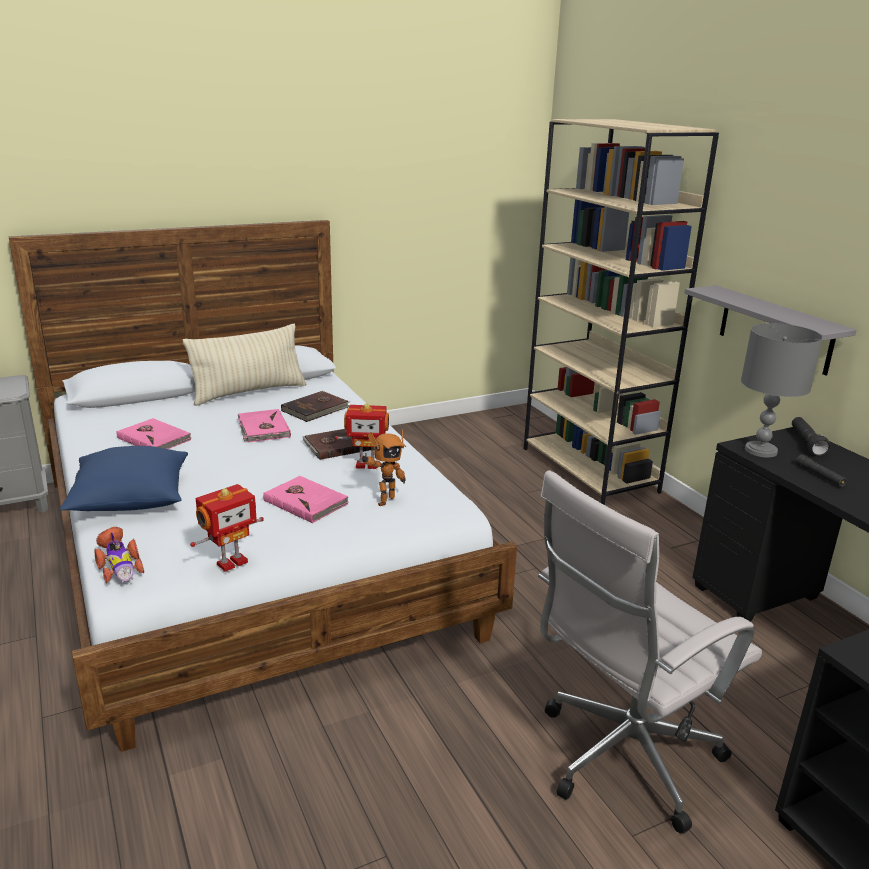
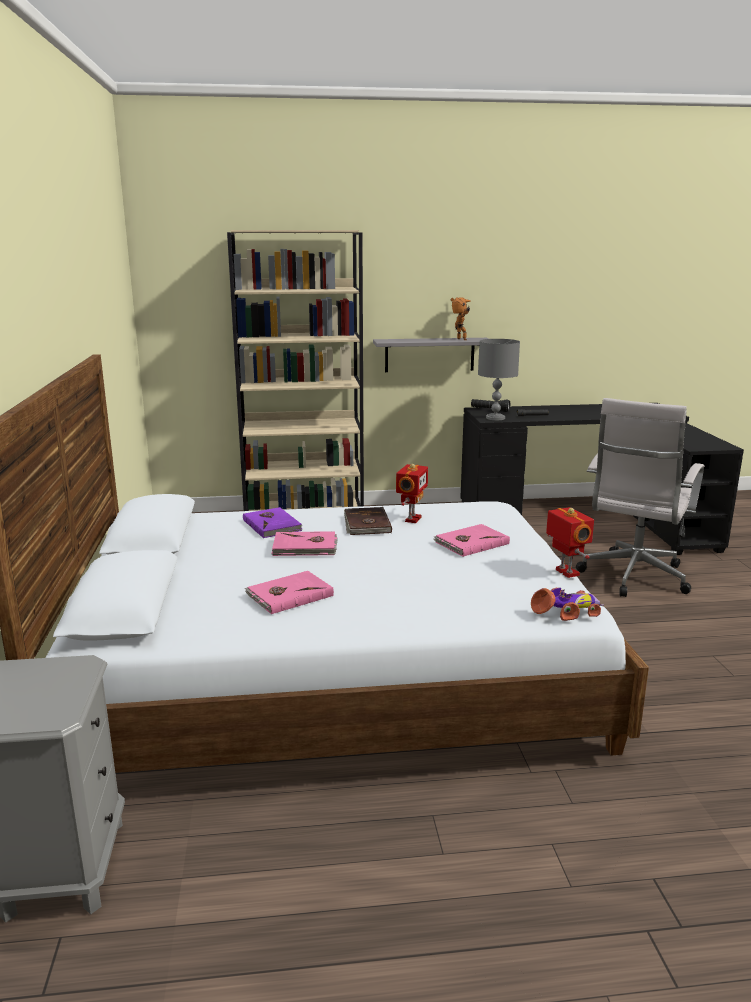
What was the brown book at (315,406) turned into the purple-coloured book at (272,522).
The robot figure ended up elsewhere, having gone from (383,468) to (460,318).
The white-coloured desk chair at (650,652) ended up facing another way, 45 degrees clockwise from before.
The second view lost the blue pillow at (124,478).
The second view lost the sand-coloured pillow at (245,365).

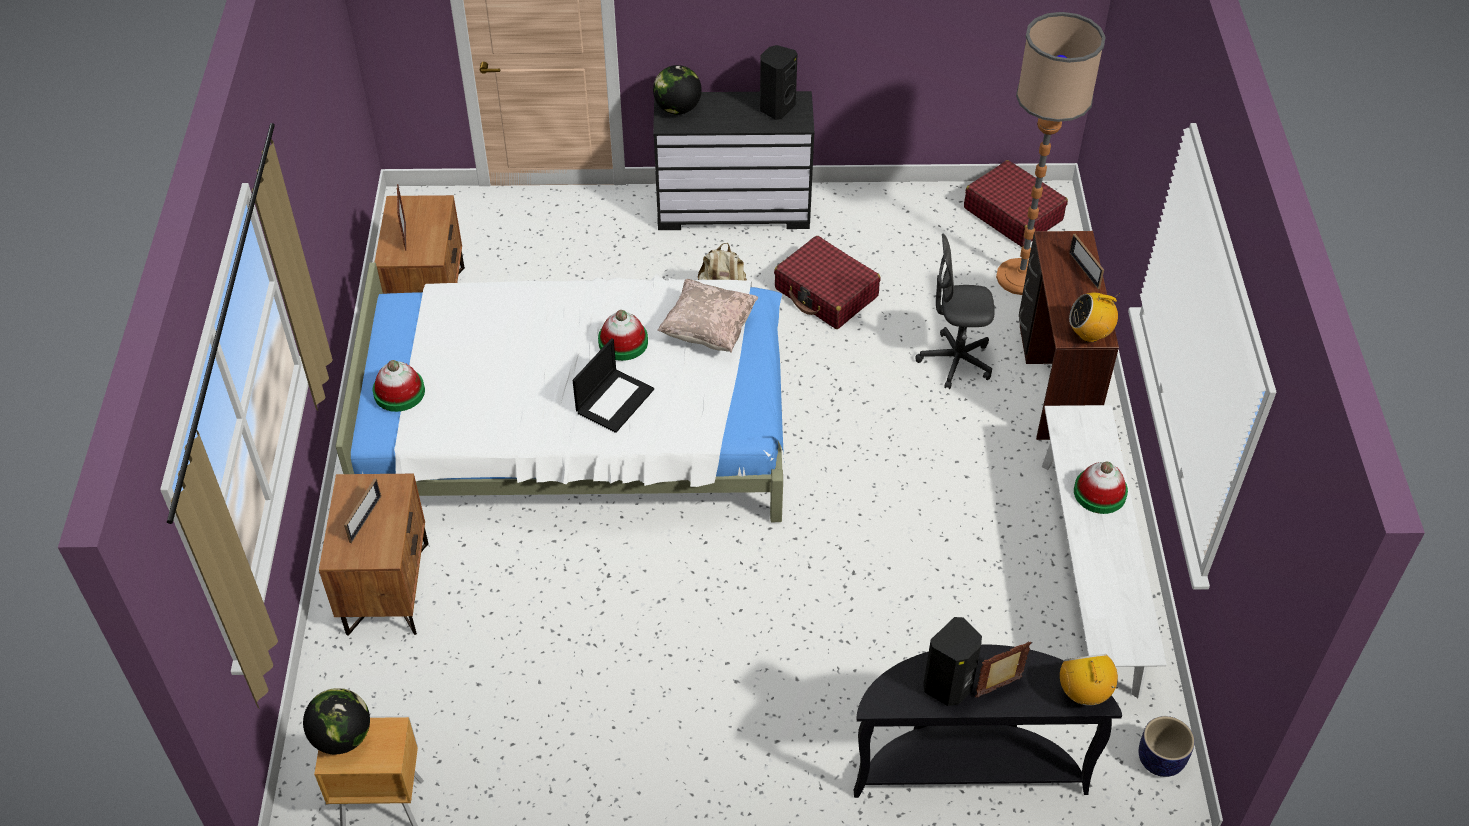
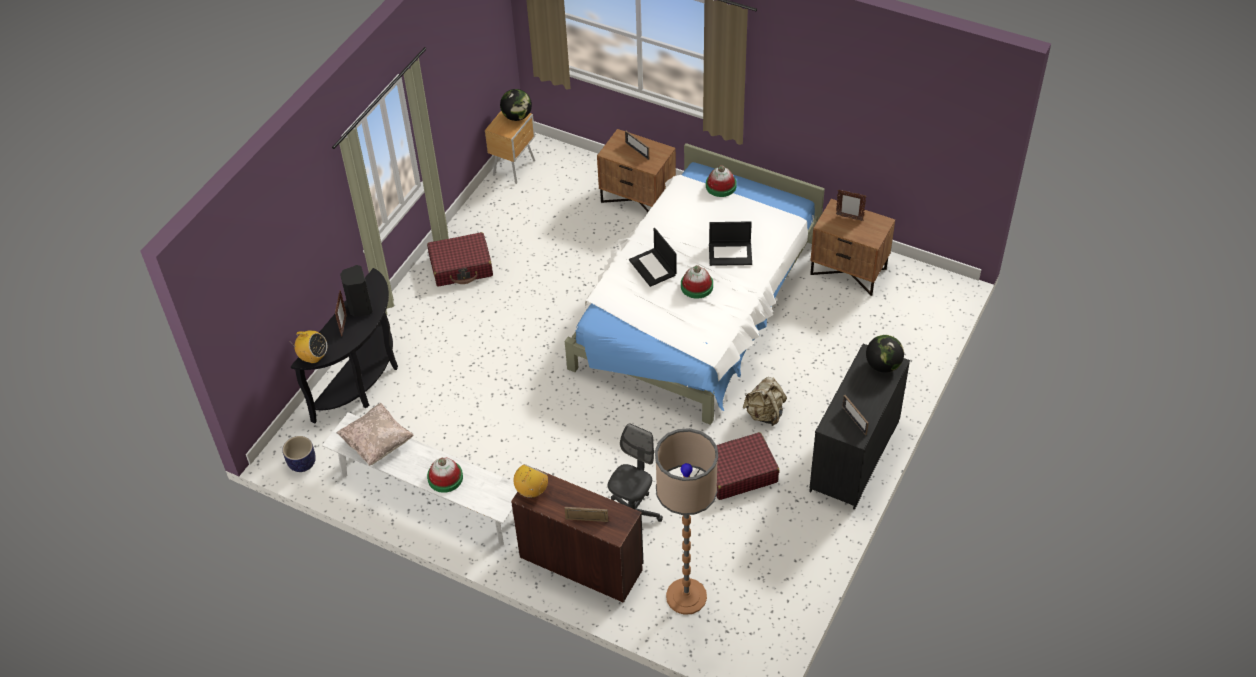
The sand-coloured pillow ended up elsewhere, having gone from (707,316) to (375,434).
The reddish piece of luggage ended up elsewhere, having gone from (1016,203) to (460,259).
The second view gained the portable computer at (730,243).
Where the black audio speaker stood at (778,82), the picture frame came to stand at (855,415).

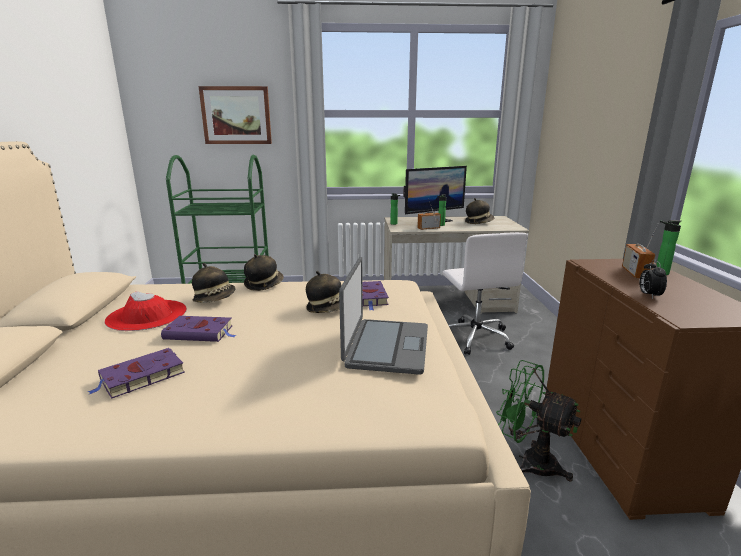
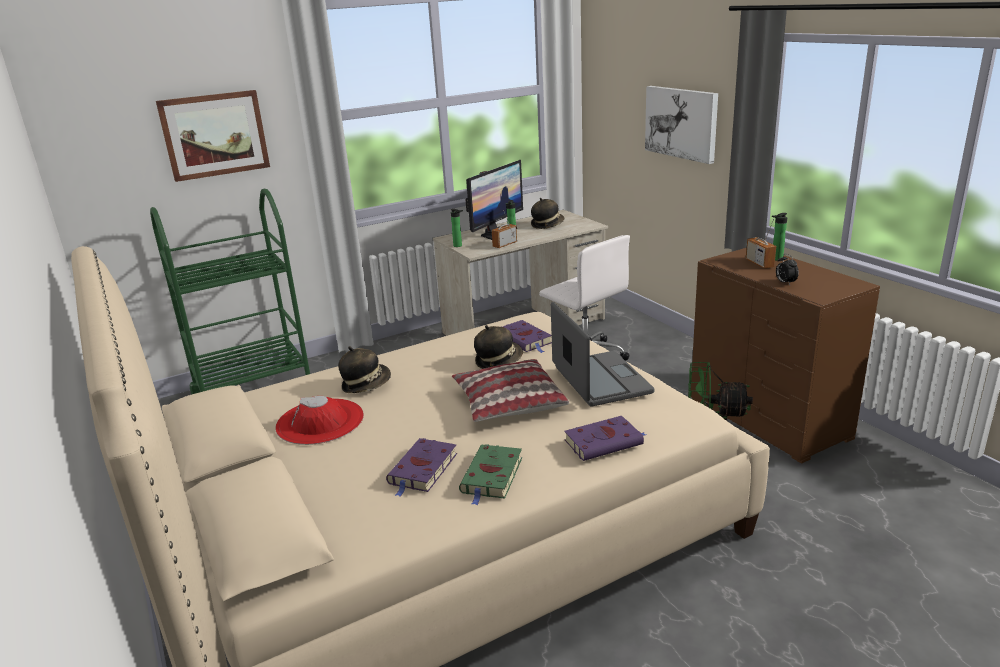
The second view gained the pillow at (510,390).
The second view gained the greenish book at (490,474).
The purple-coloured book ended up elsewhere, having gone from (198,329) to (605,438).
The second view gained the wall art at (681,125).
The second view lost the wearable hat at (264,272).

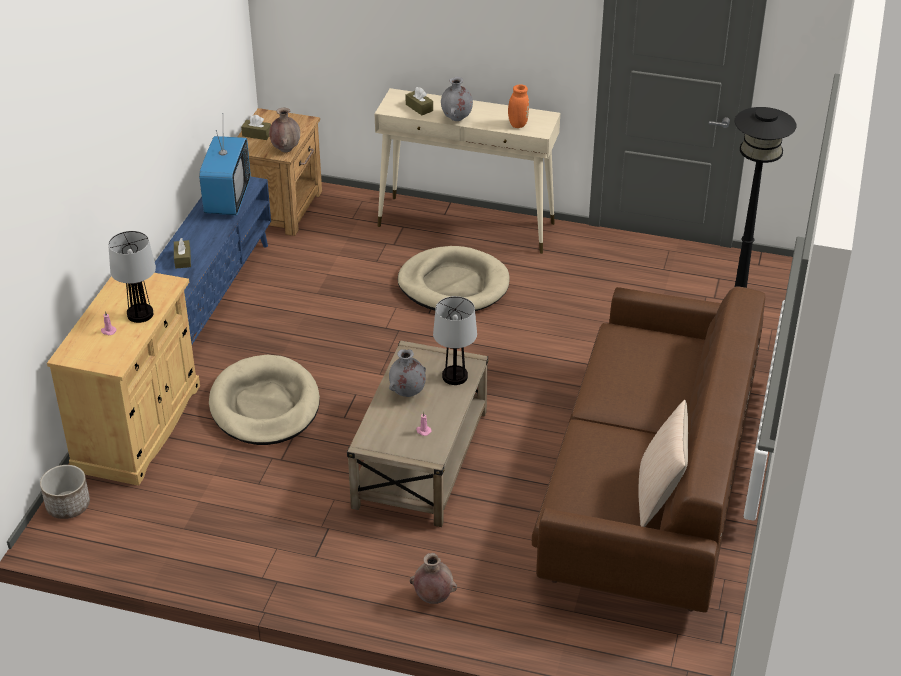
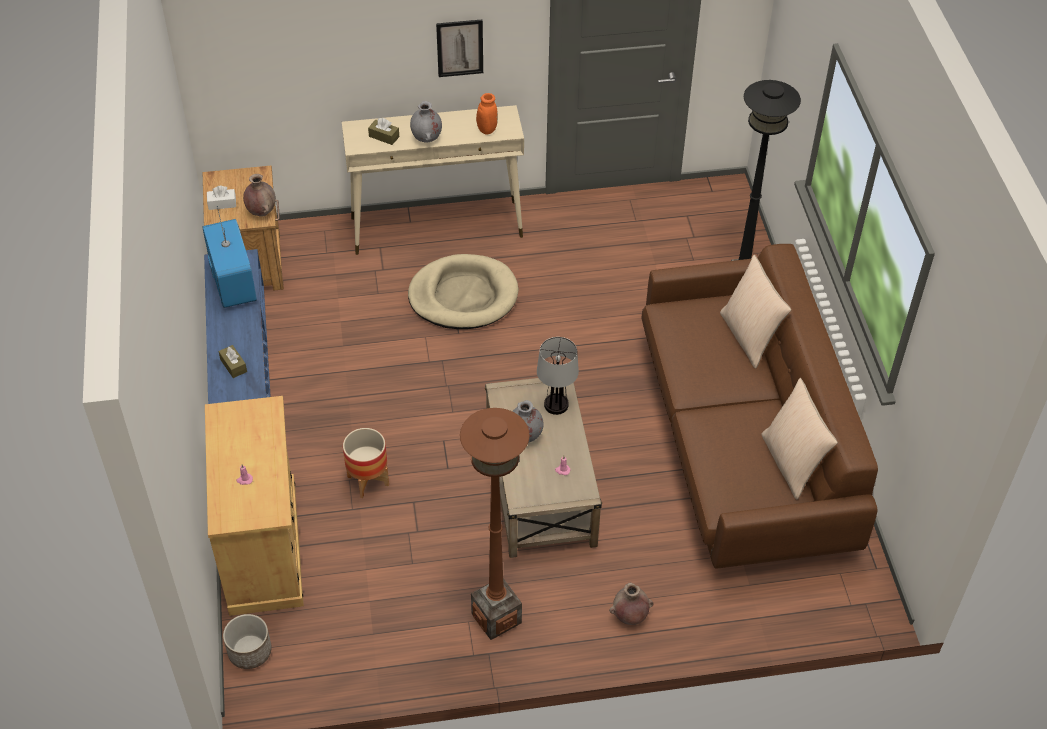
What was the brown tissue box at (256,127) turned into the white-coloured tissue box at (221,198).
Where the sand-coloured pet bed stood at (264,400), the flower pot came to stand at (366,463).
The second view gained the wall art at (459,48).
The second view gained the brown floor lamp at (495,524).
The second view gained the sand-coloured pillow at (755,312).
The second view lost the table lamp at (132,277).

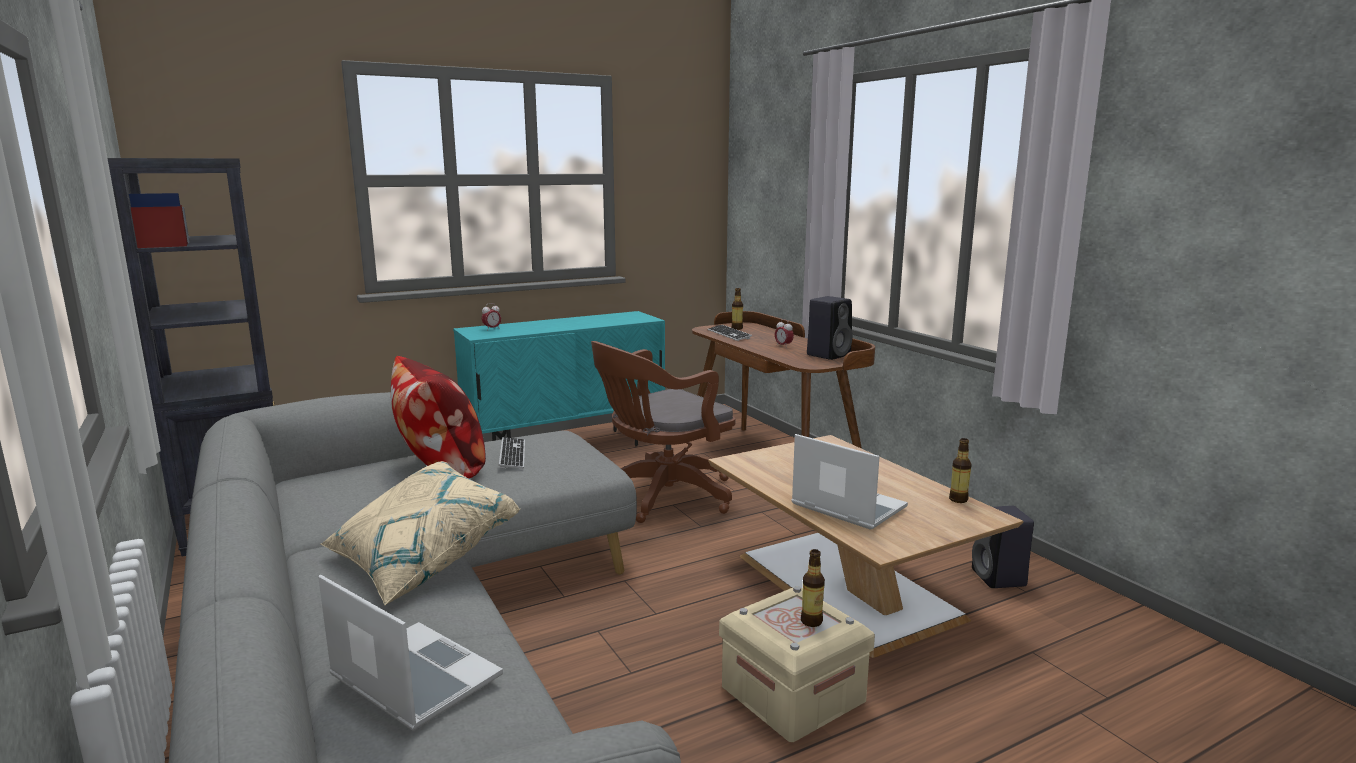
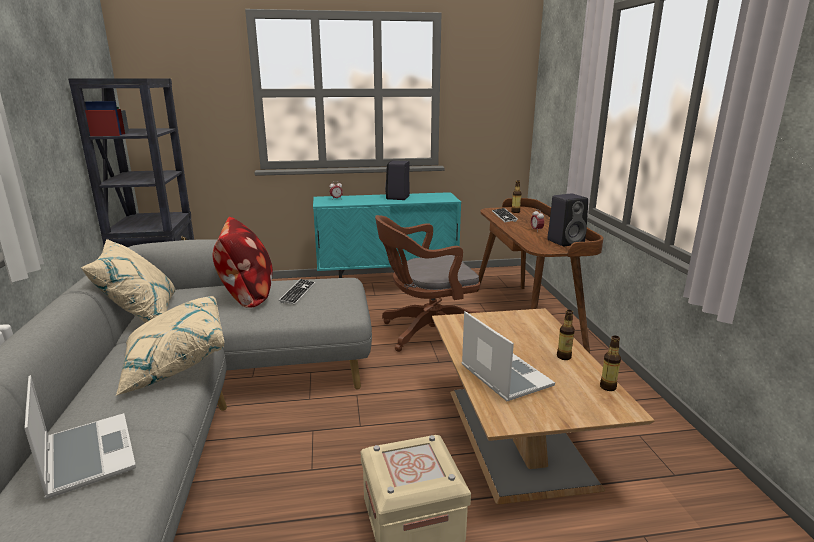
The second view gained the sand-coloured pillow at (128,281).
The black audio speaker ended up elsewhere, having gone from (1003,547) to (397,180).
The beverage bottle ended up elsewhere, having gone from (813,588) to (566,335).

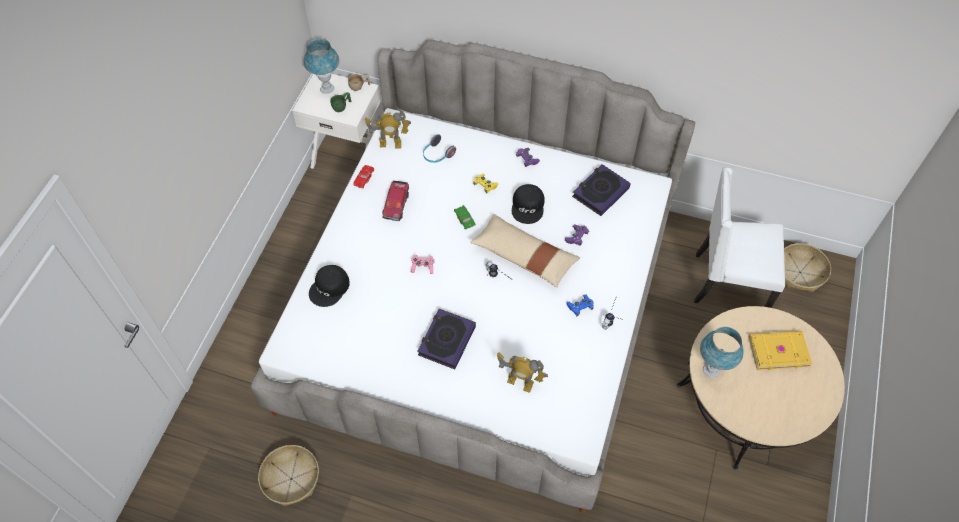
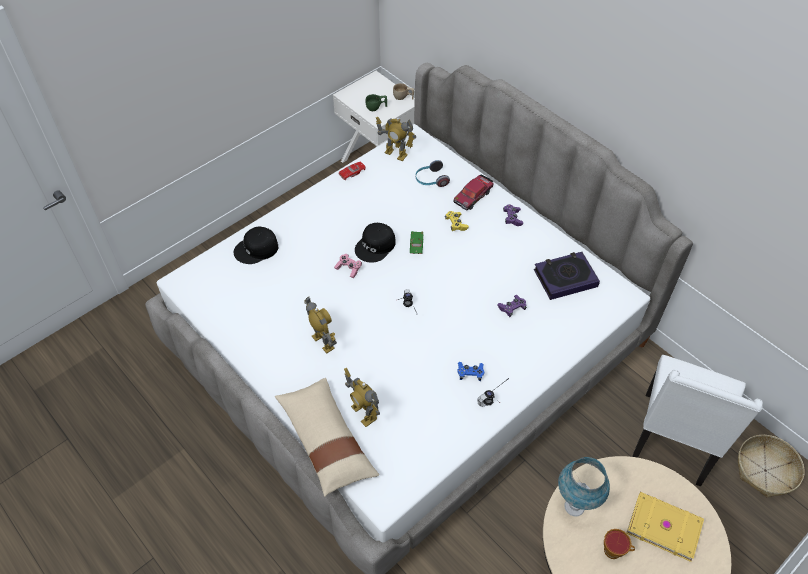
The sand-coloured pillow ended up elsewhere, having gone from (525,251) to (327,437).
Where the book stood at (446,339), the robot figure came to stand at (321,325).
The black cap ended up elsewhere, having gone from (528,204) to (375,243).
The miniature car ended up elsewhere, having gone from (395,201) to (473,192).
The second view gained the drinking cup at (619,544).
The white-coloured plain chair at (739,237) ended up facing another way, 105 degrees counterclockwise from before.
The second view lost the storage basket at (288,475).
The second view lost the blue table lamp at (321,66).

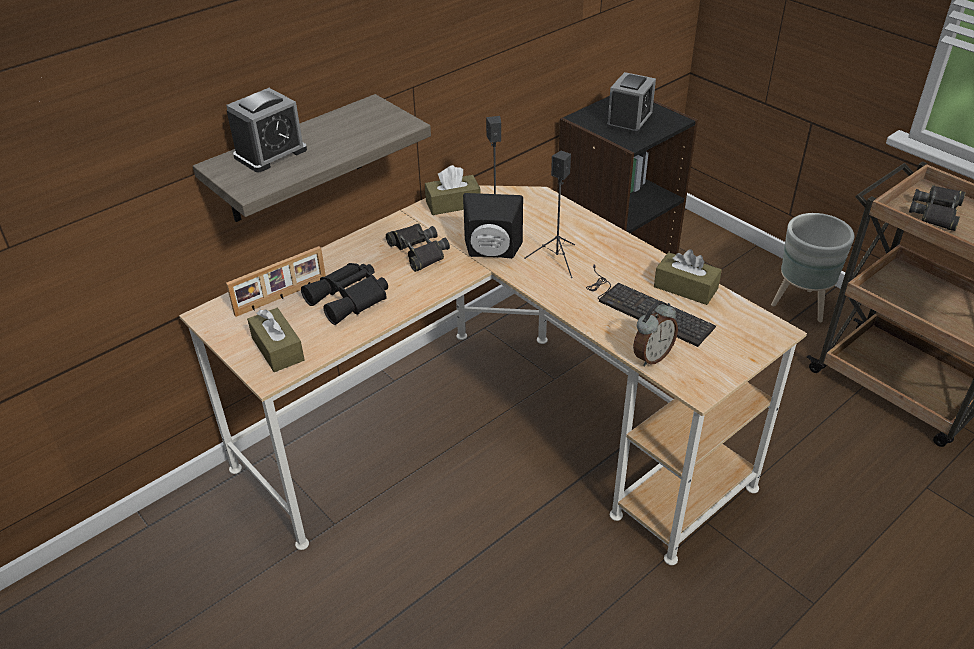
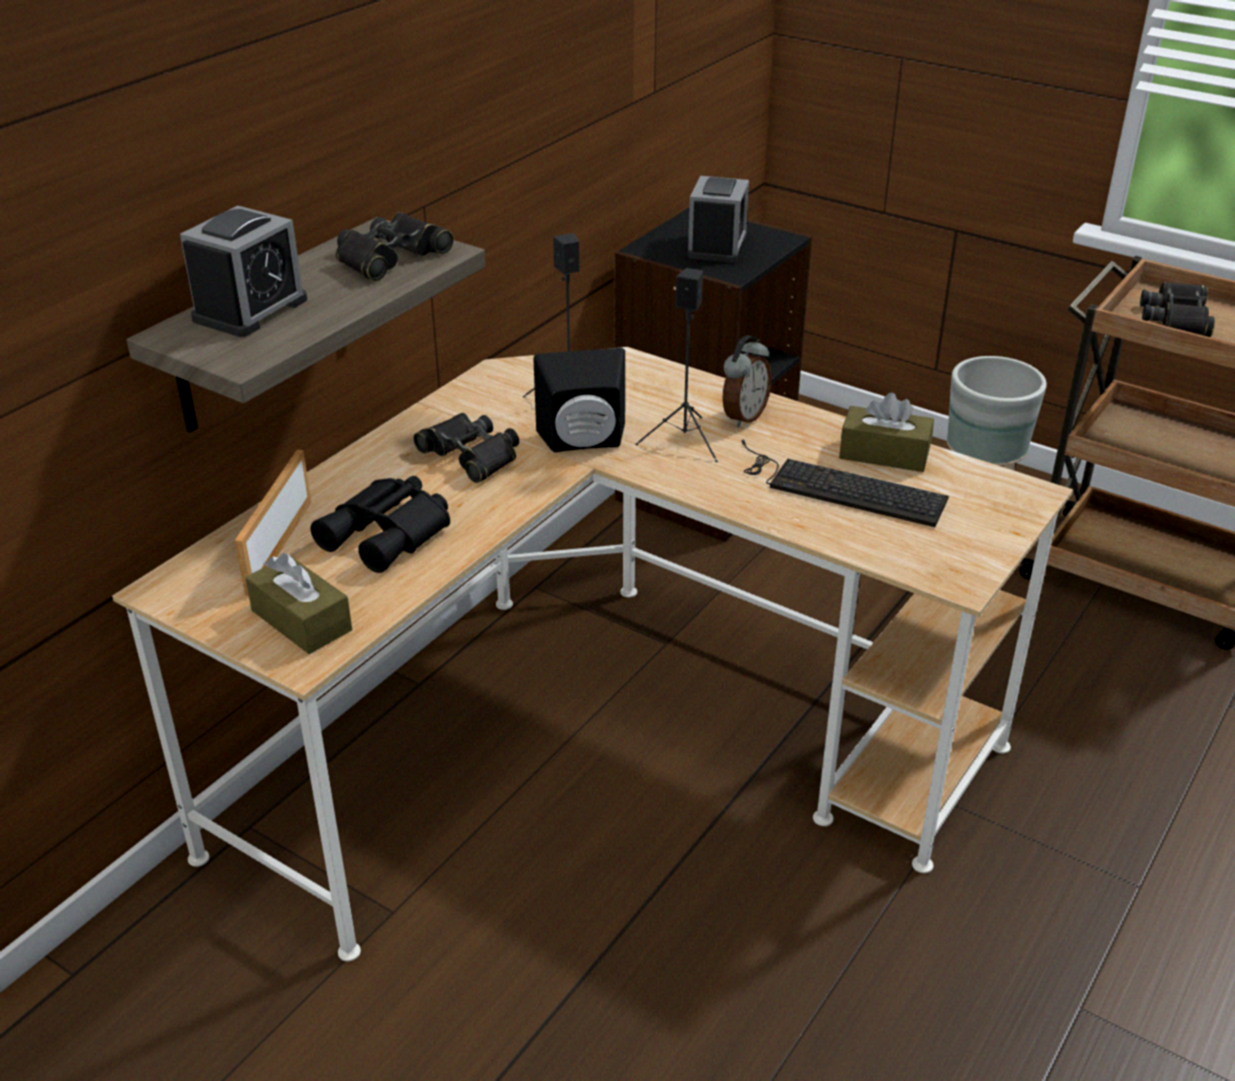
The picture frame at (276,281) ended up facing another way, 150 degrees clockwise from before.
The second view gained the black pair of binoculars at (395,246).
The alarm clock ended up elsewhere, having gone from (655,334) to (747,381).
The second view lost the brown tissue box at (453,190).

